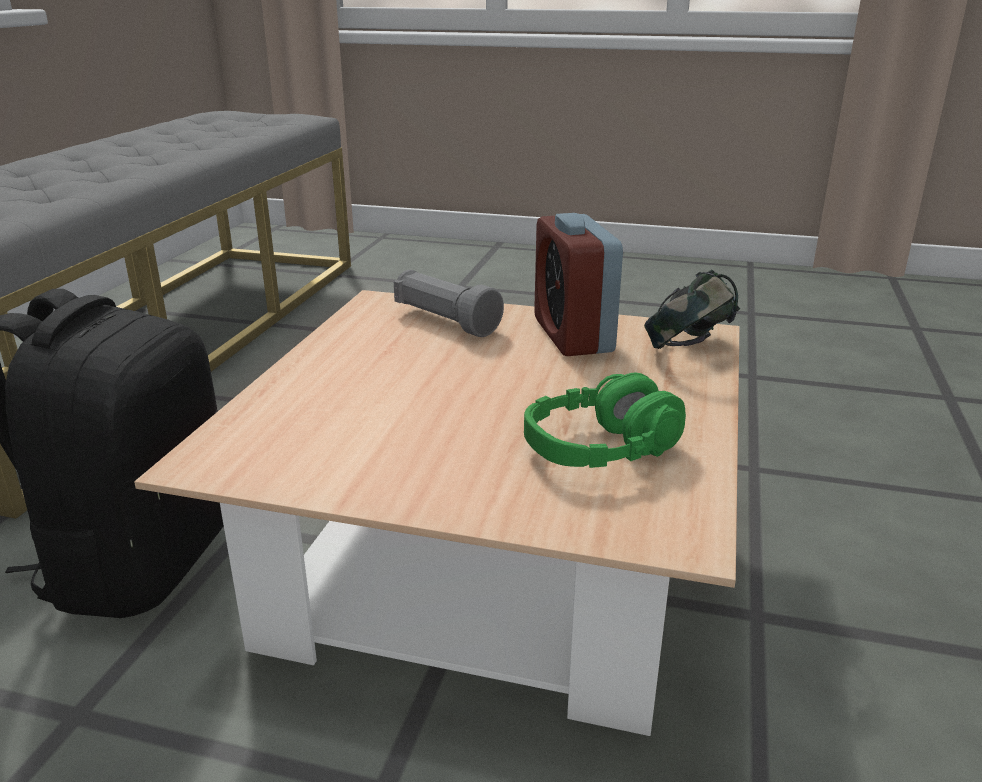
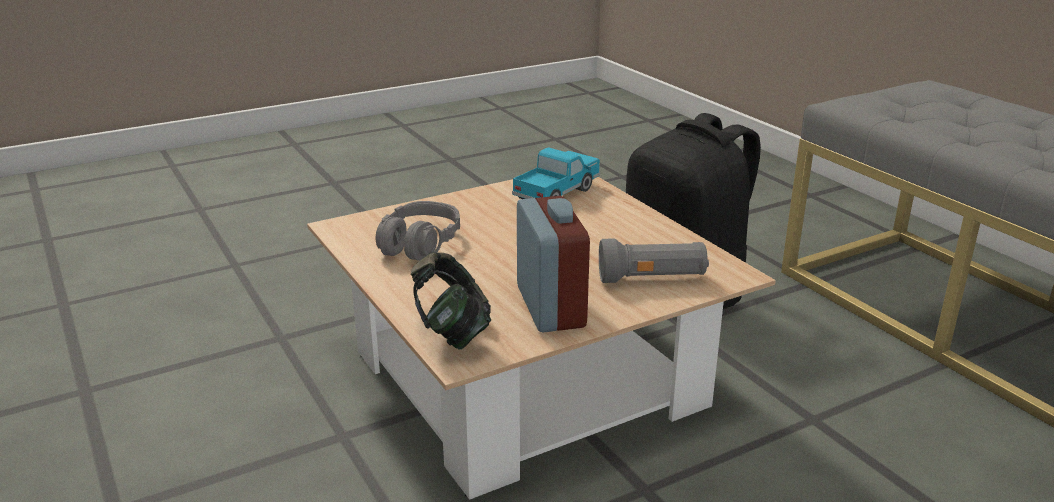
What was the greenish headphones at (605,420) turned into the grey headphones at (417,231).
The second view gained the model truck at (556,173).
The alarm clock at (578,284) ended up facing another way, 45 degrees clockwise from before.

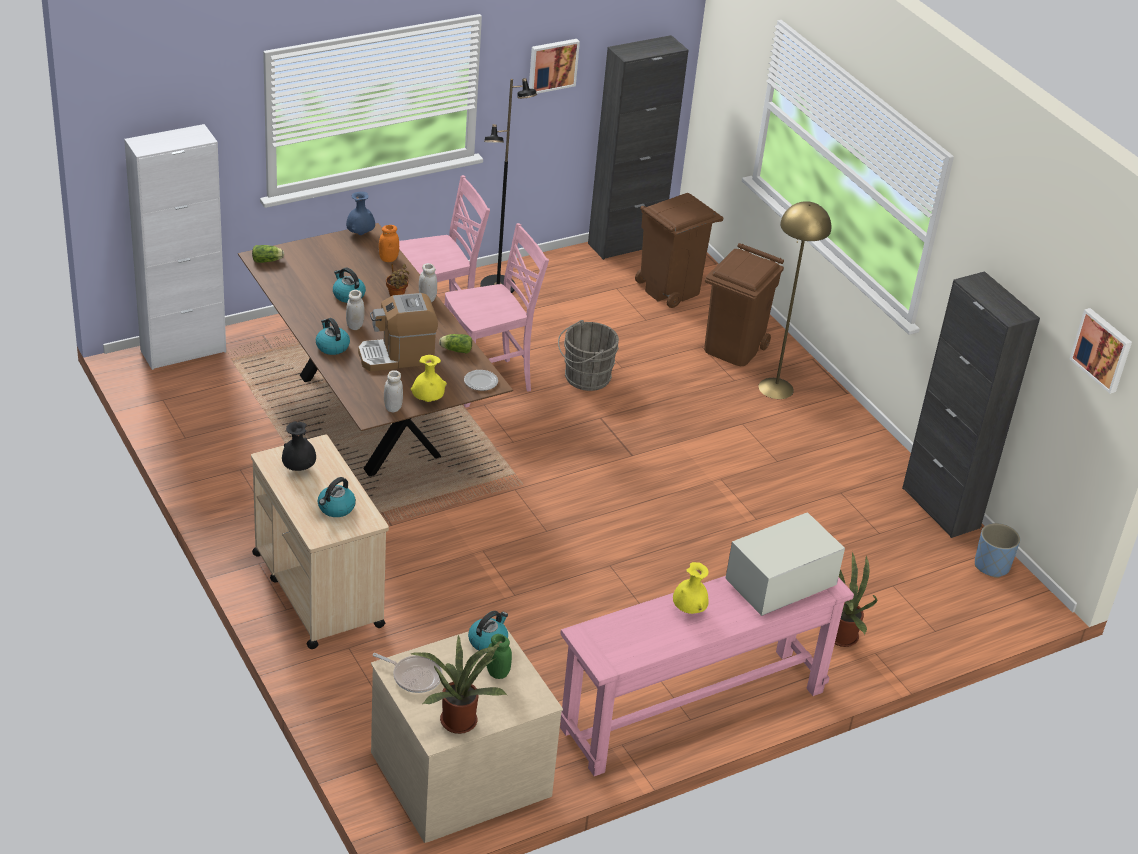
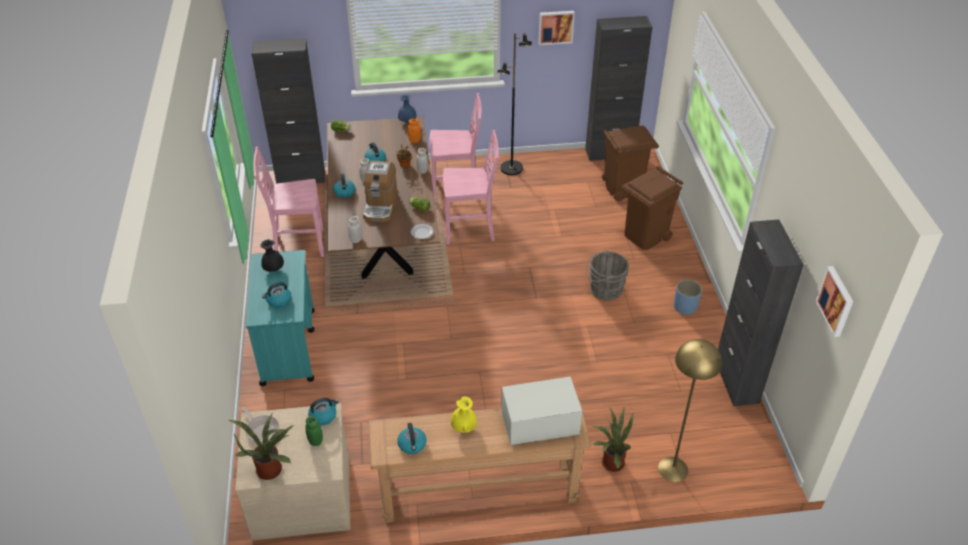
What was the sand-coloured cart at (320,541) turned into the turquoise-coloured cart at (280,318).
What was the white-coloured cupboard at (175,247) turned into the black cupboard at (288,111).
The second view gained the pink-coloured plain chair at (288,202).
The coffee maker at (398,332) ended up facing another way, 90 degrees counterclockwise from before.
What was the pink-coloured narrow table at (707,676) turned into the brown narrow table at (480,461).
The second view gained the water kettle at (412,438).
The grey bucket ended up elsewhere, having gone from (588,355) to (607,275).
The yellowish floor lamp ended up elsewhere, having gone from (794,300) to (690,410).
The blue flower pot ended up elsewhere, having gone from (997,550) to (688,297).
The second view lost the yellowish vase at (429,378).

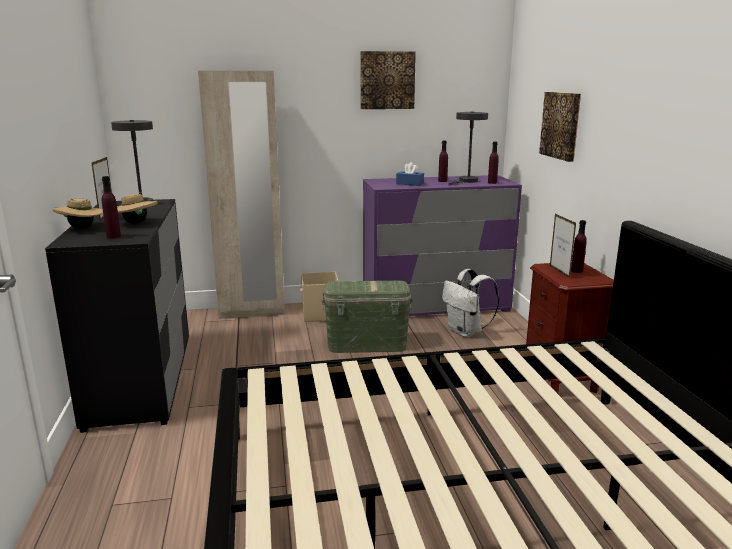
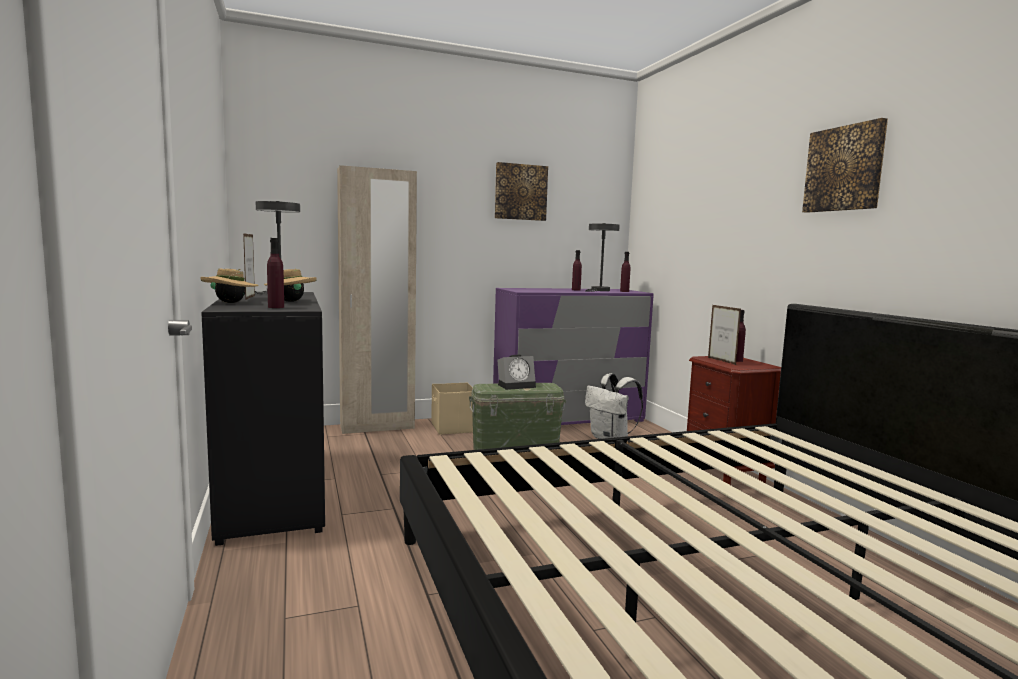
The second view gained the alarm clock at (516,372).
The wall art ended up elsewhere, having gone from (560,127) to (845,165).
The second view lost the blue tissue box at (410,174).

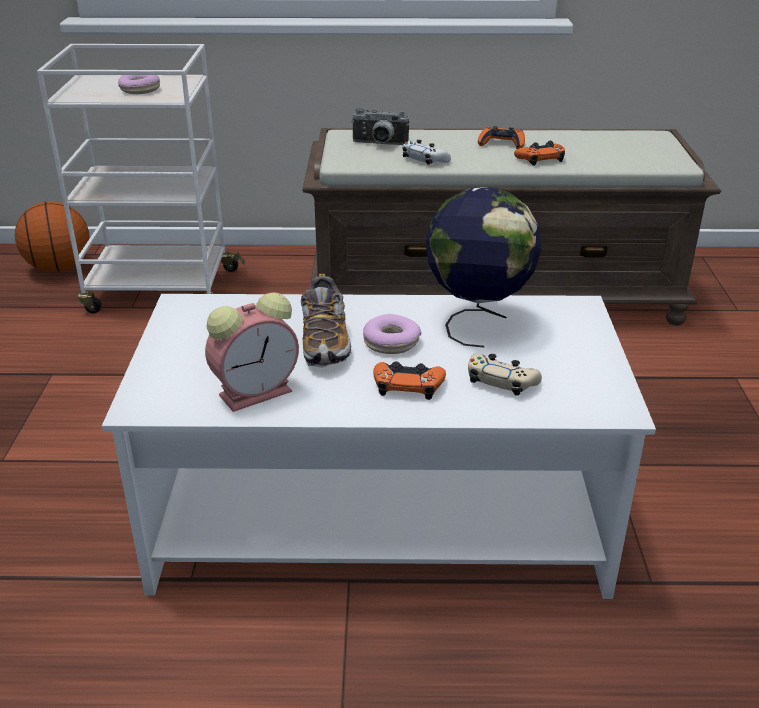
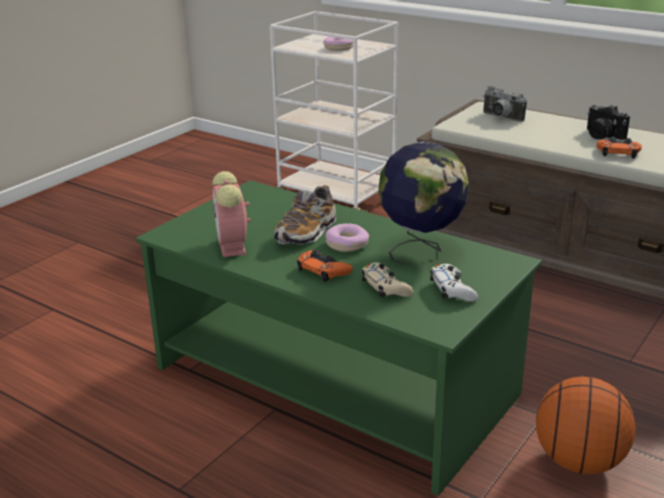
What was the white-coloured lounge table at (379,446) turned into the greenish lounge table at (339,338).
The alarm clock at (252,352) ended up facing another way, 75 degrees clockwise from before.
The white-coloured gamepad ended up elsewhere, having gone from (426,152) to (454,283).
The basketball ball ended up elsewhere, having gone from (52,236) to (586,425).
Where the orange gamepad stood at (501,137), the photo camera came to stand at (608,122).

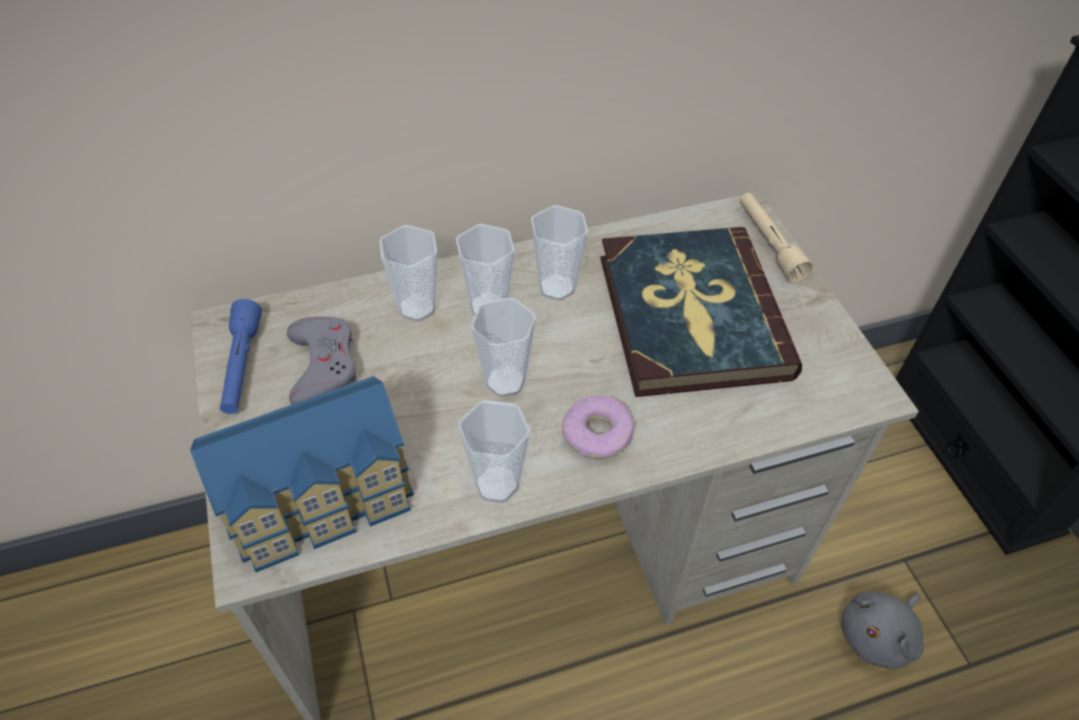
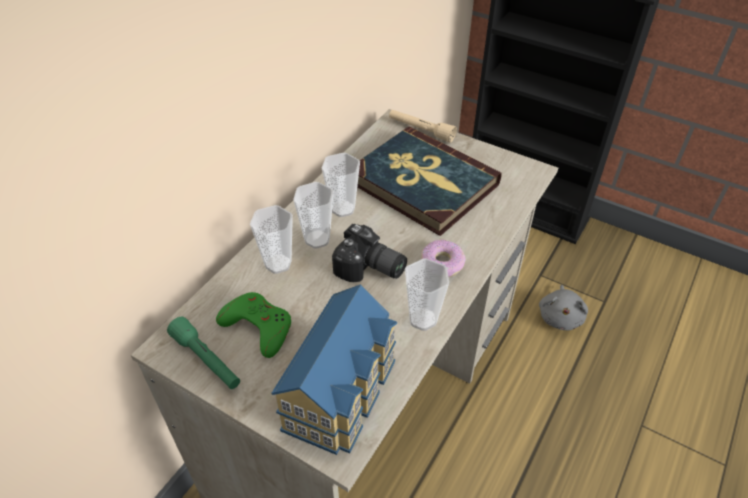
What was the blue hand torch at (241,356) turned into the greenish hand torch at (203,353).
What was the grey gamepad at (322,361) turned into the greenish gamepad at (253,325).
Where the drinking cup stood at (503,348), the photo camera came to stand at (369,253).

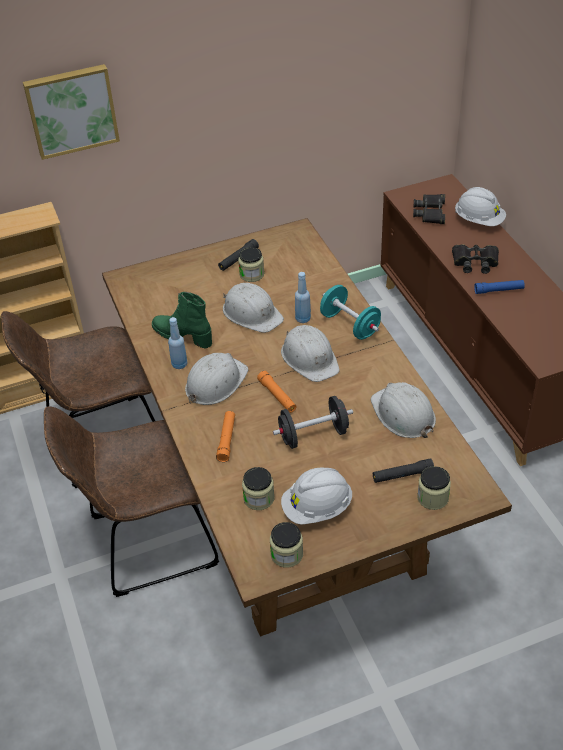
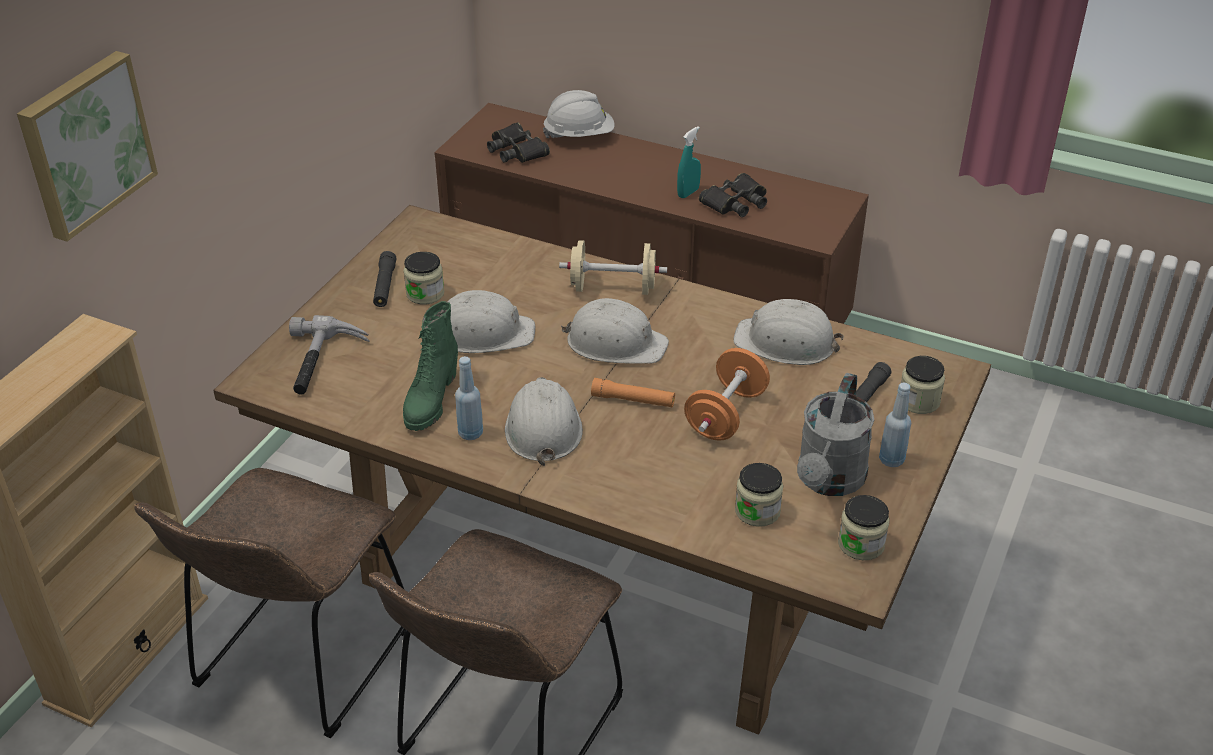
The second view gained the tool hammer at (329,355).
The greenish boot at (182,320) ended up facing another way, 60 degrees counterclockwise from before.
What was the turquoise-coloured hand weight at (350,312) turned into the sand-coloured hand weight at (613,267).
Where the blue hand torch stood at (499,287), the turquoise-coloured hand sprayer came to stand at (689,162).
What was the black hand weight at (313,422) turned into the orange hand weight at (727,394).
The black pair of binoculars ended up elsewhere, having gone from (475,259) to (733,195).
Where the white-coloured safety helmet stood at (316,496), the grey watering pot came to stand at (835,434).
The blue beverage bottle ended up elsewhere, having gone from (303,297) to (895,425).
The second view lost the orange hand torch at (225,436).

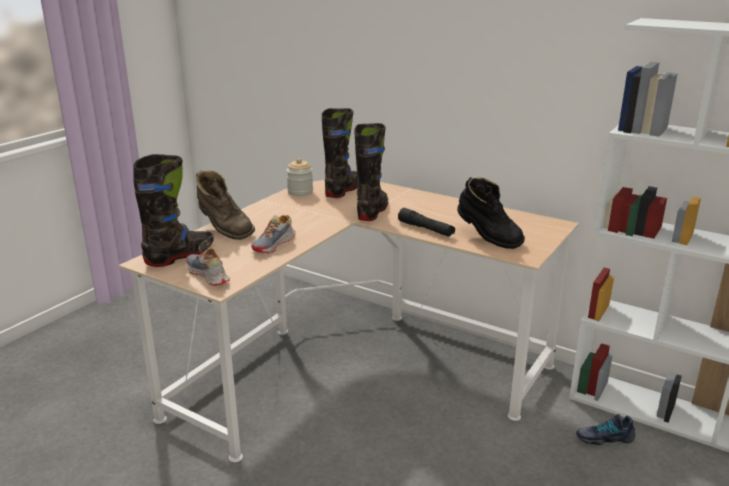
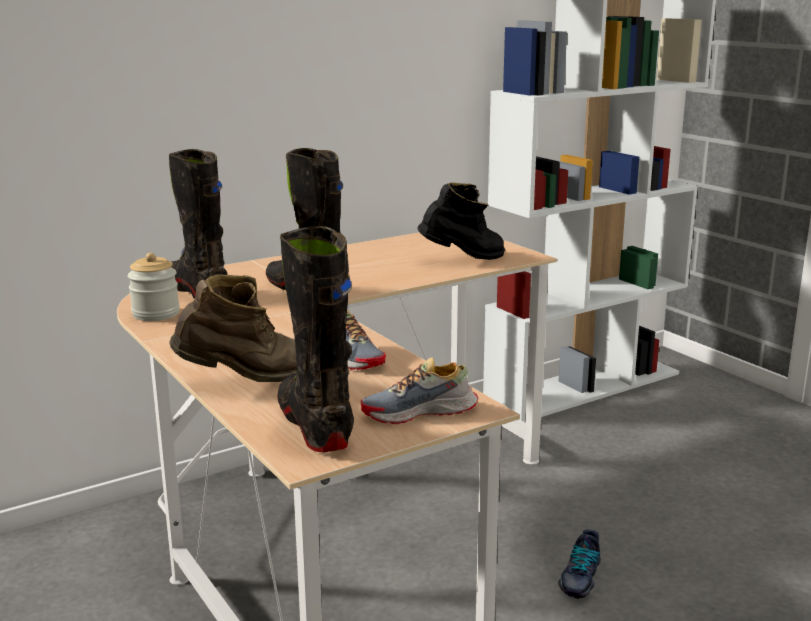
The shoe ended up elsewhere, having gone from (605,429) to (579,564).
The second view lost the black hand torch at (426,222).

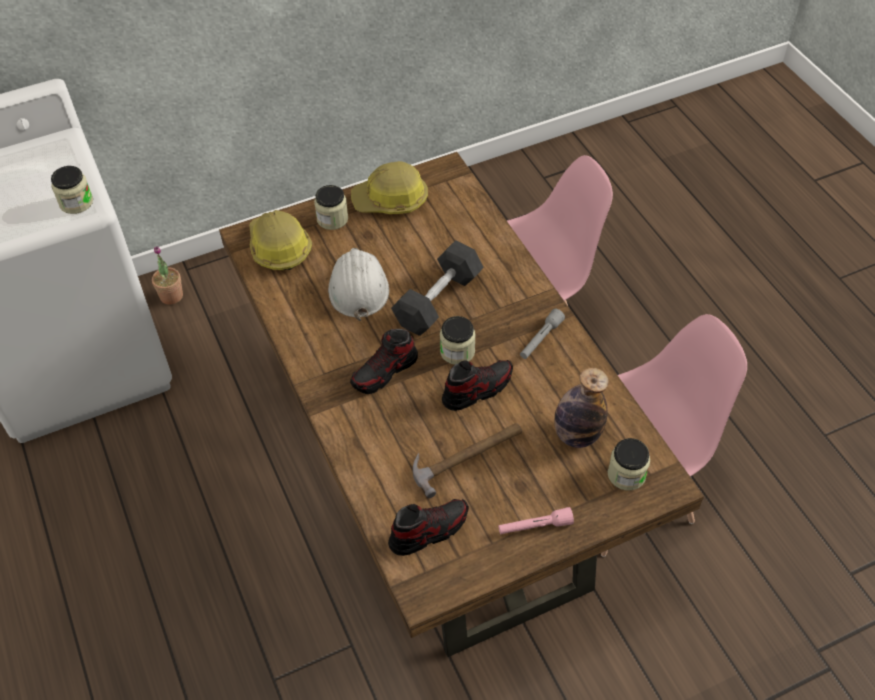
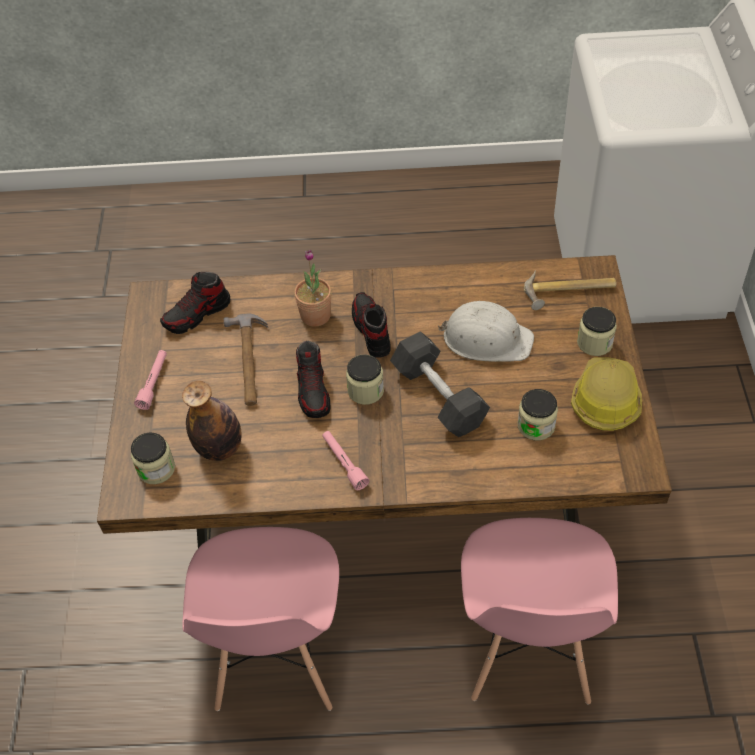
The shoe at (428,527) ended up facing another way, 60 degrees clockwise from before.
The houseplant ended up elsewhere, having gone from (167,275) to (313,288).
What was the grey hand torch at (542,334) turned into the pink-coloured hand torch at (345,460).
The preserve jar ended up elsewhere, having gone from (72,190) to (538,414).
Where the safety helmet stood at (280,240), the tool hammer came to stand at (570,290).

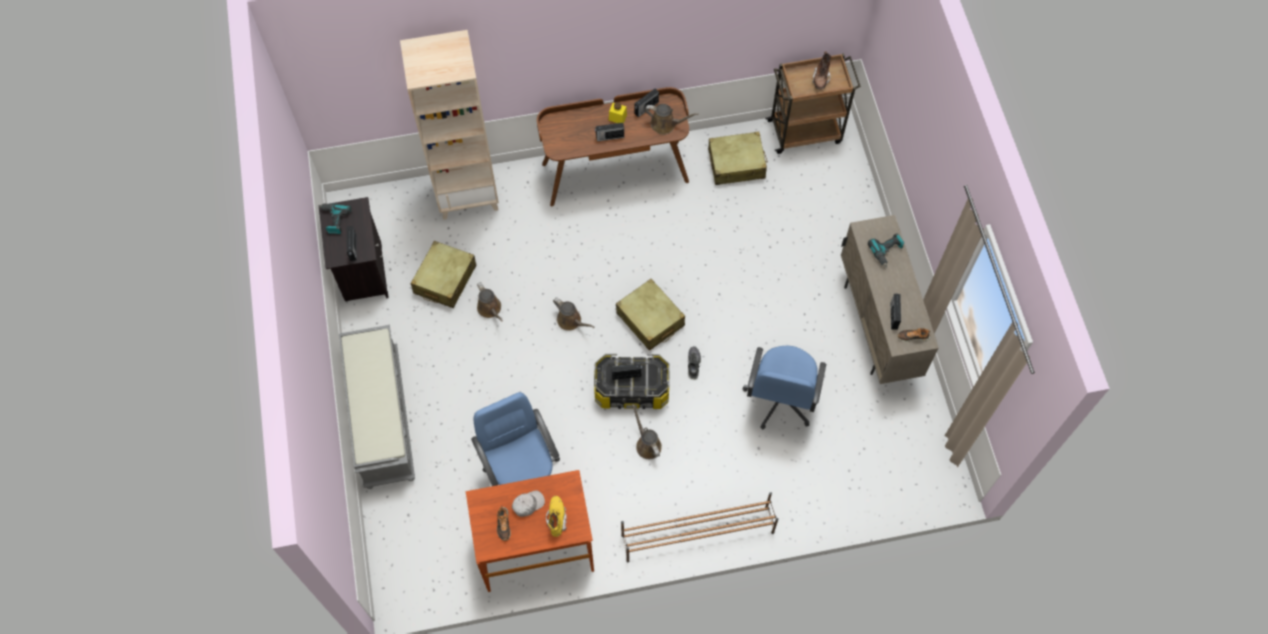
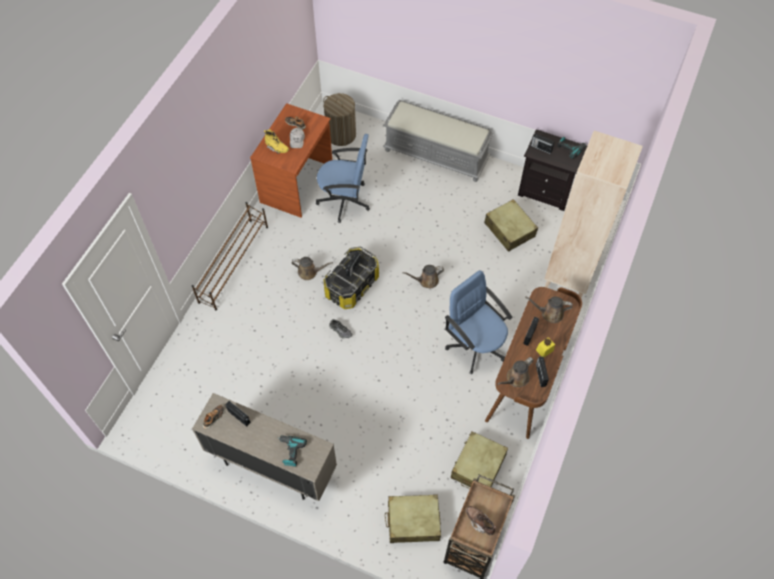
The second view gained the laundry basket at (339,119).
The sand-coloured piece of luggage ended up elsewhere, having gone from (650,315) to (413,519).
The blue desk chair ended up elsewhere, having gone from (784,387) to (478,322).
The brown watering pot ended up elsewhere, having gone from (490,302) to (549,309).

